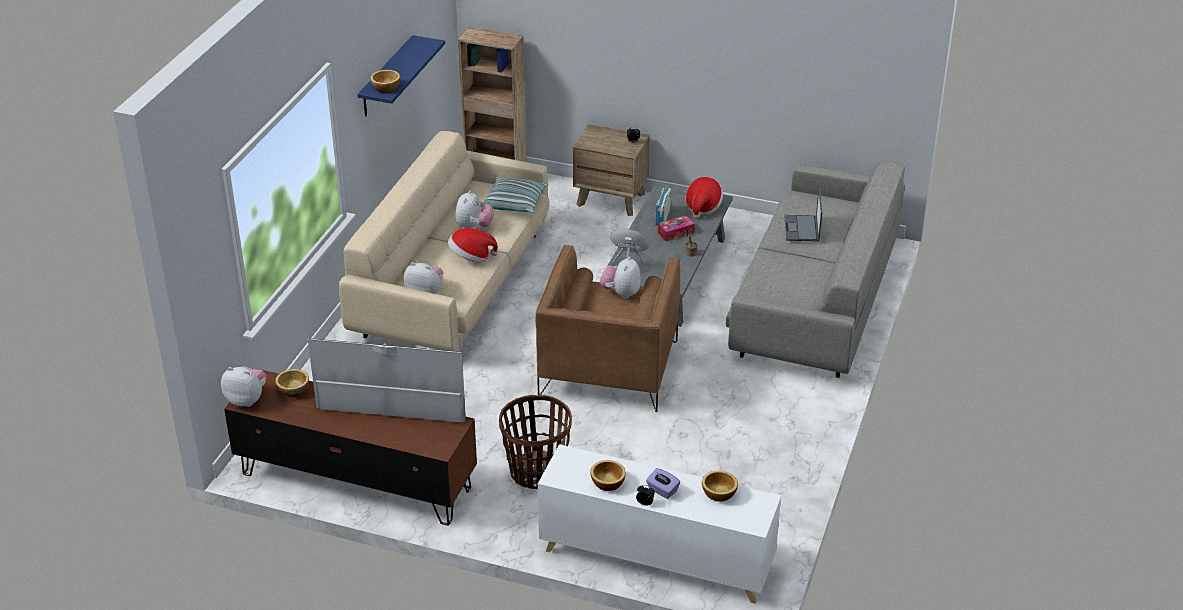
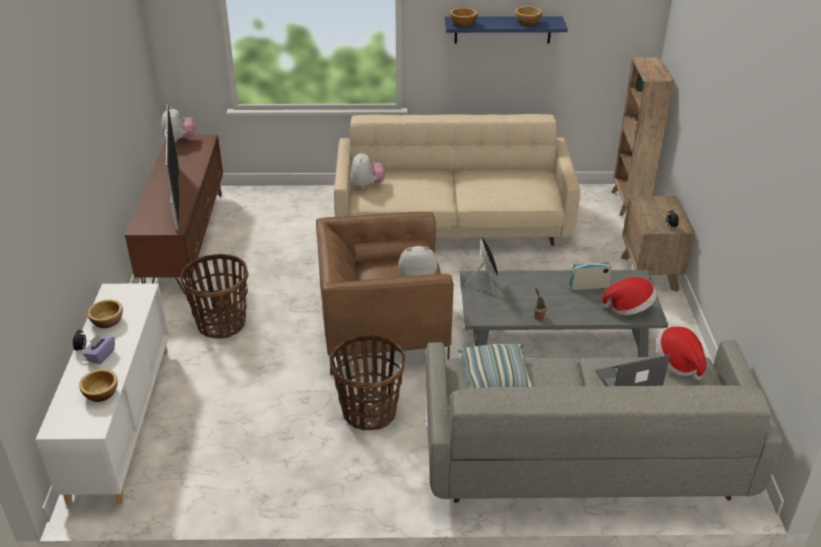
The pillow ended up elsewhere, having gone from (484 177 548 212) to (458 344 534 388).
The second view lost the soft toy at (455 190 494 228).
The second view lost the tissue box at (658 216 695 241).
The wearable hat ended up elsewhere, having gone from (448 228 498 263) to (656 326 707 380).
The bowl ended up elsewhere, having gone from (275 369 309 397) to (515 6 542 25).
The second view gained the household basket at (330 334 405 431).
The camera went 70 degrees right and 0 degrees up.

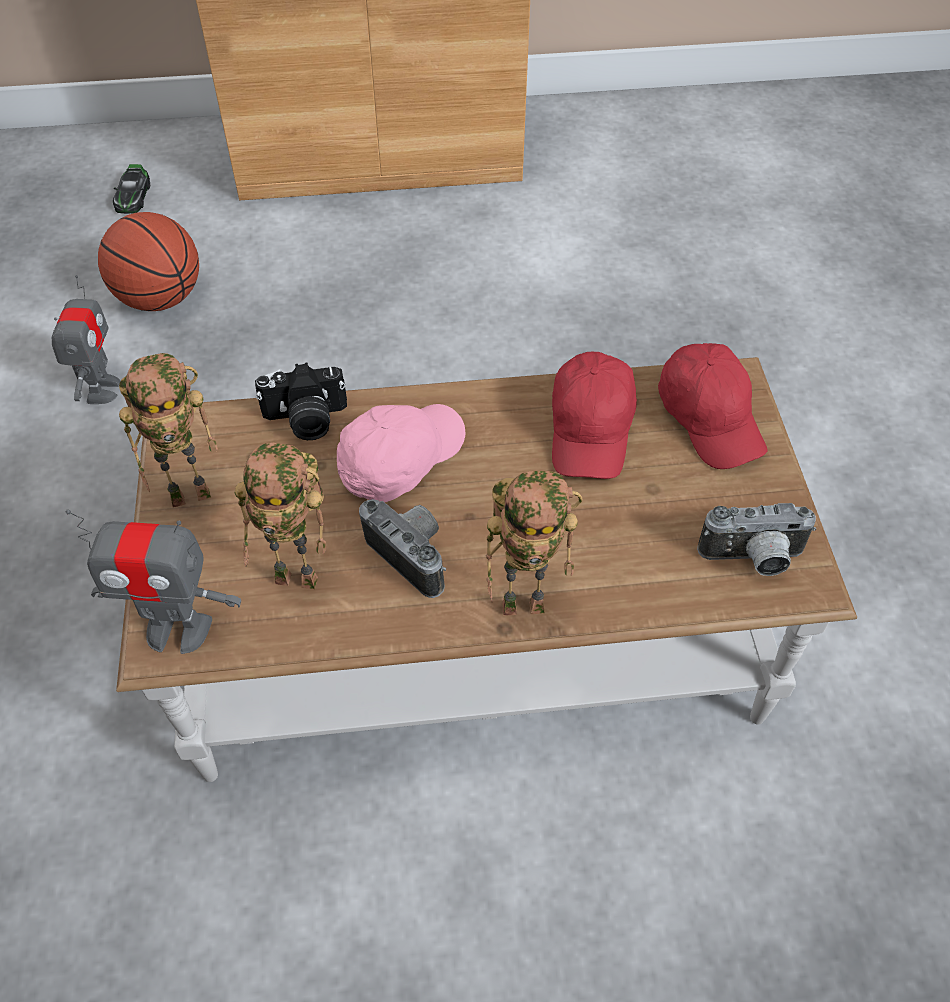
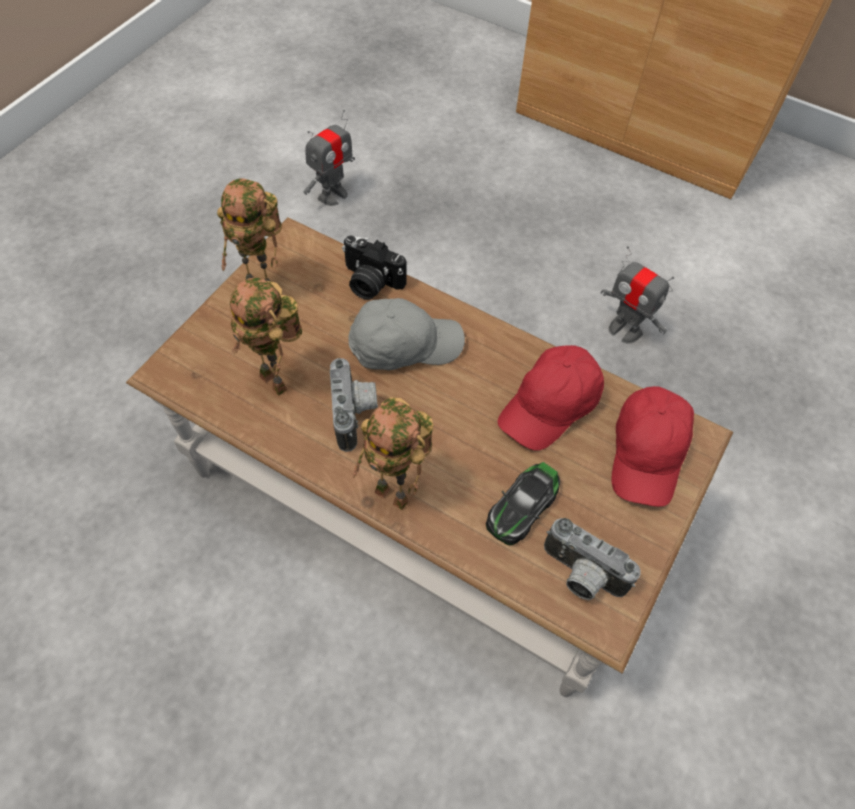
The model car ended up elsewhere, having gone from (113 164 150 214) to (486 462 560 545).
The second view lost the basketball ball at (98 212 199 311).
What was the pink-coloured peaked cap at (337 404 466 502) turned into the gray peaked cap at (348 298 465 370).
The model robot ended up elsewhere, having gone from (65 509 241 654) to (601 246 674 344).
The camera went 35 degrees right and 5 degrees up.

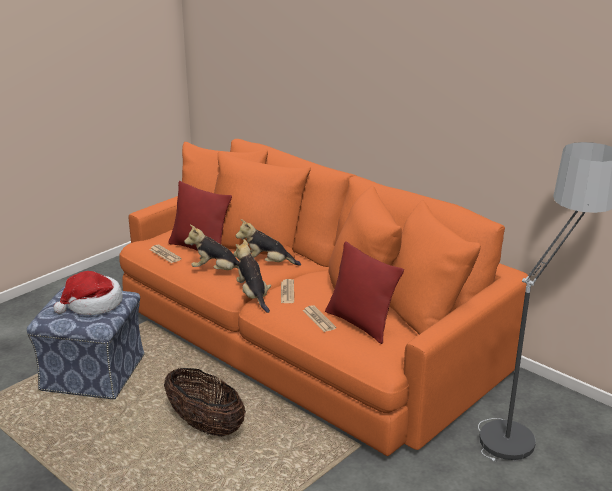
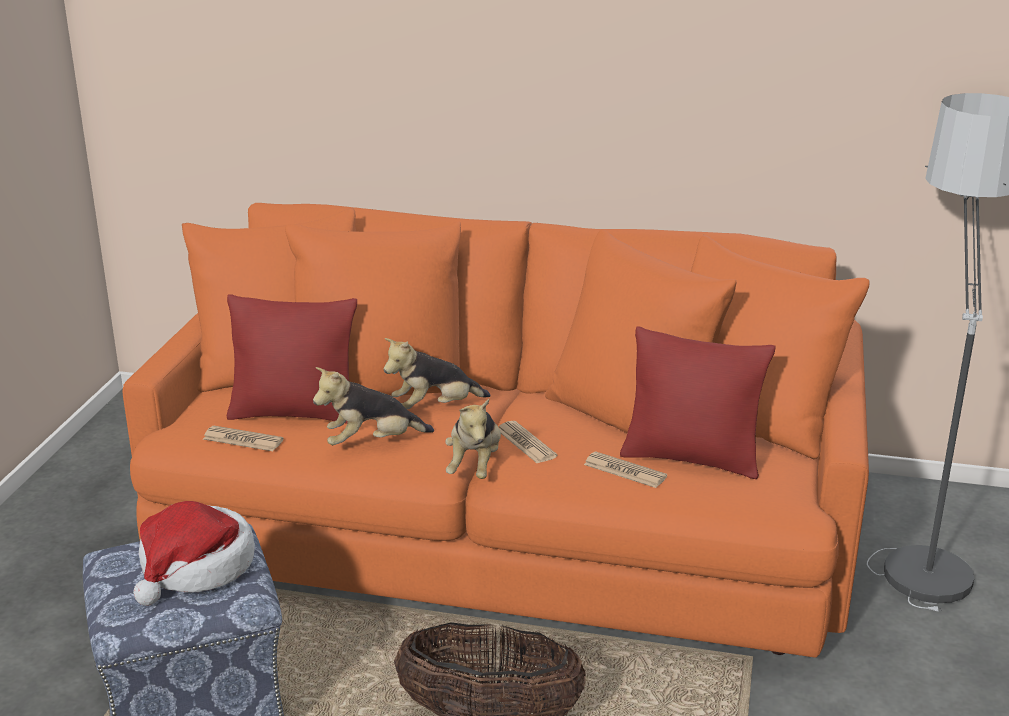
The soft toy at (234 239 271 313) ended up facing another way, 120 degrees counterclockwise from before.
The camera went 30 degrees left and 0 degrees up.

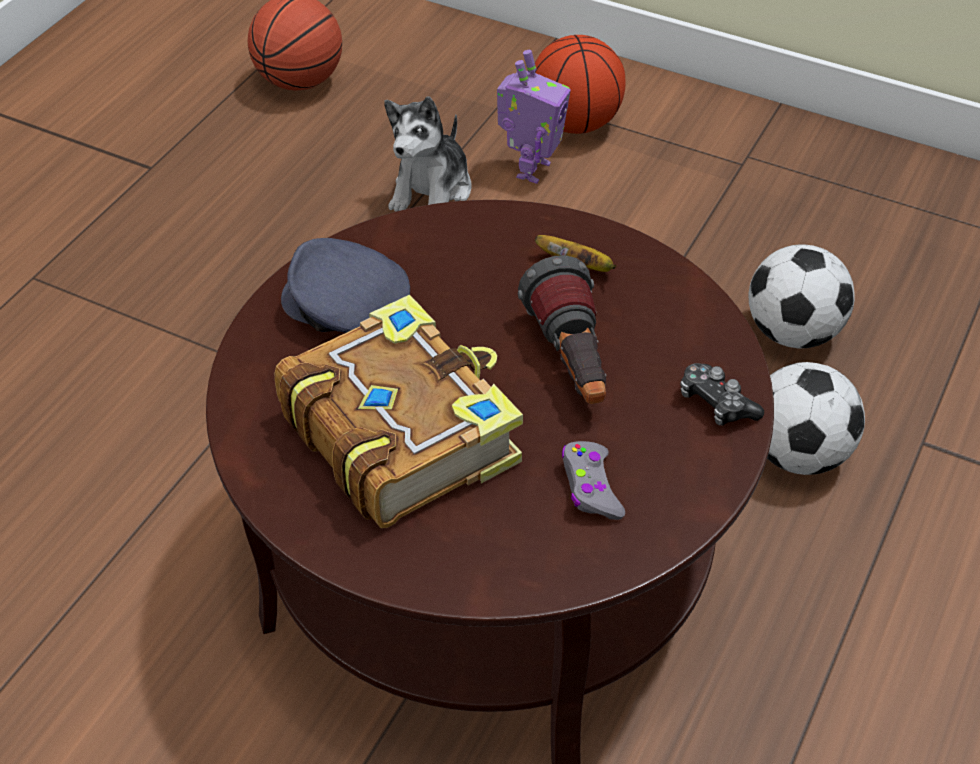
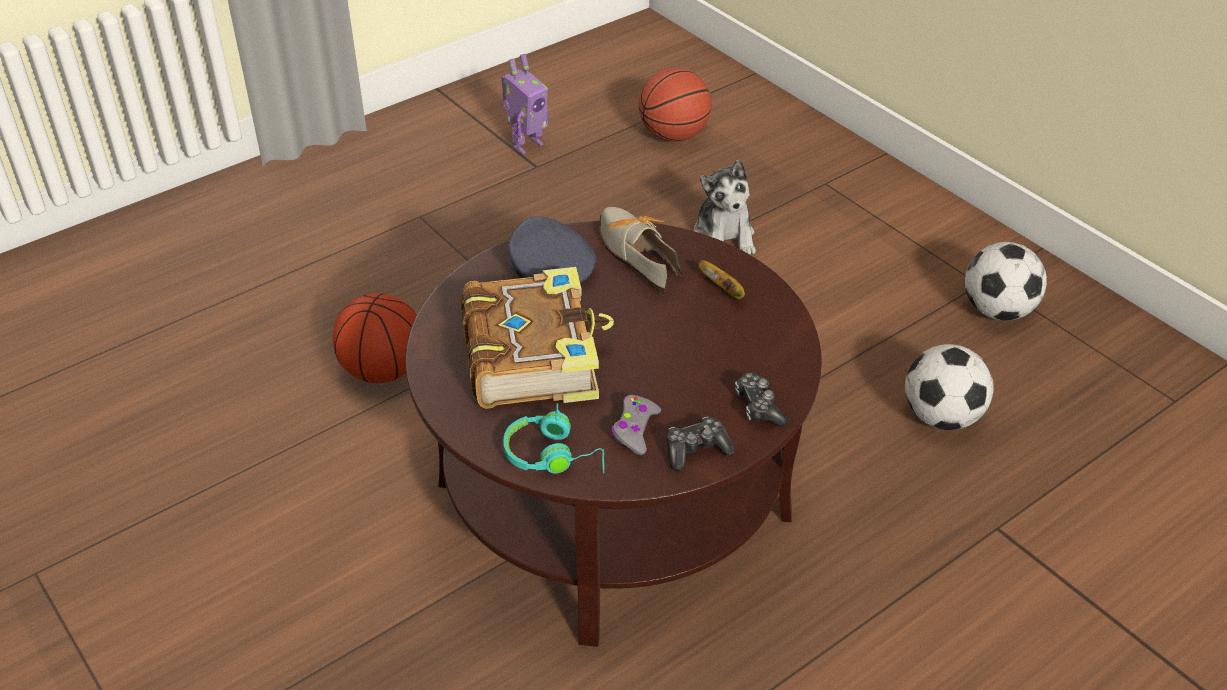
The basketball ball ended up elsewhere, having gone from (535 35 626 134) to (333 293 417 383).
The model robot ended up elsewhere, having gone from (497 50 571 184) to (501 54 548 154).
The soft toy at (384 96 471 212) ended up facing another way, 60 degrees counterclockwise from before.
The second view lost the flashlight at (518 255 606 404).
The football ball ended up elsewhere, having gone from (767 362 865 475) to (965 242 1047 321).
The second view gained the shoe at (599 207 682 295).
The second view gained the turquoise-coloured pair of headphones at (503 403 604 474).
The second view gained the game controller at (667 417 735 471).
The camera went 25 degrees right and 5 degrees down.

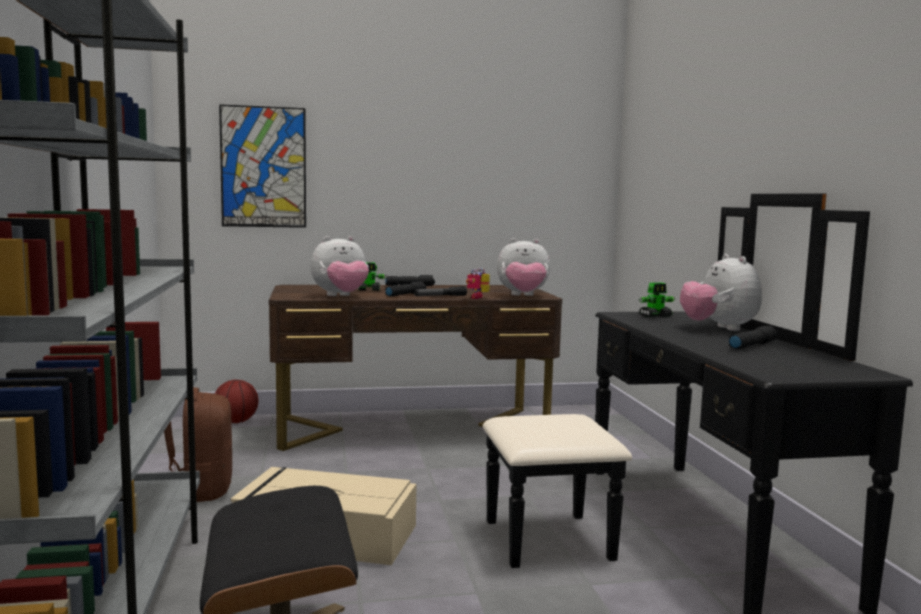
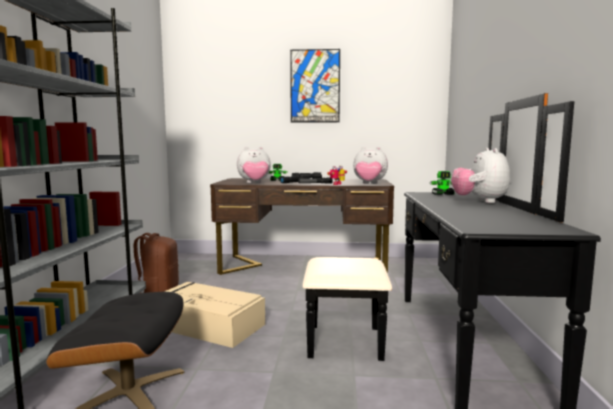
The picture ended up elsewhere, having gone from (219 104 306 228) to (290 49 340 123).
The second view lost the black-coloured flashlight at (729 325 778 349).
The second view lost the basketball ball at (215 380 258 423).
The camera went 15 degrees right and 0 degrees up.

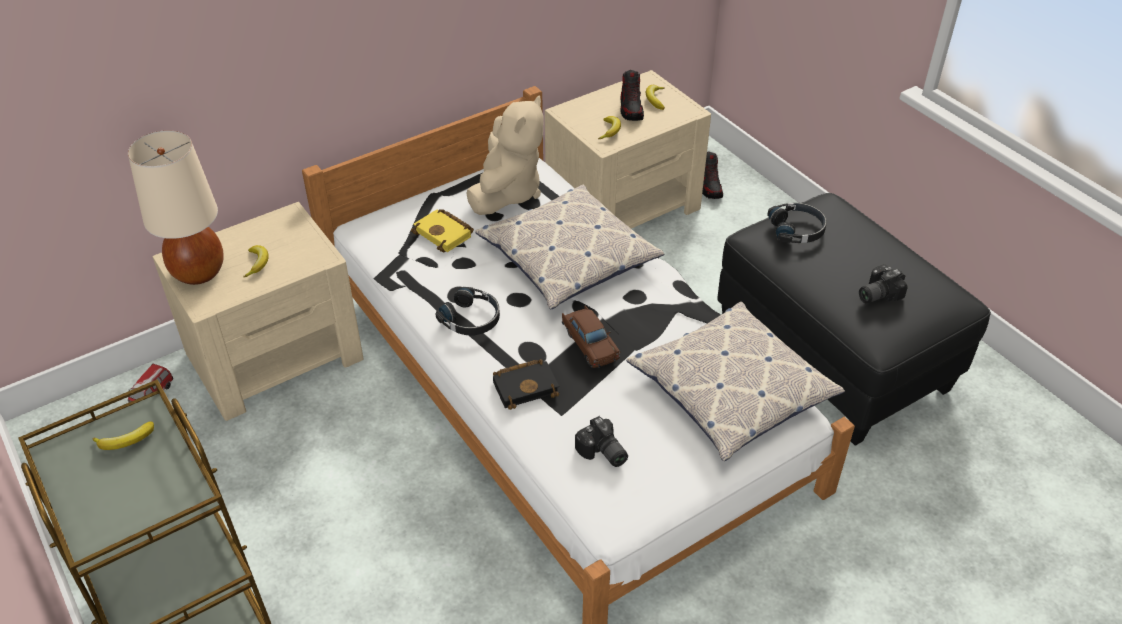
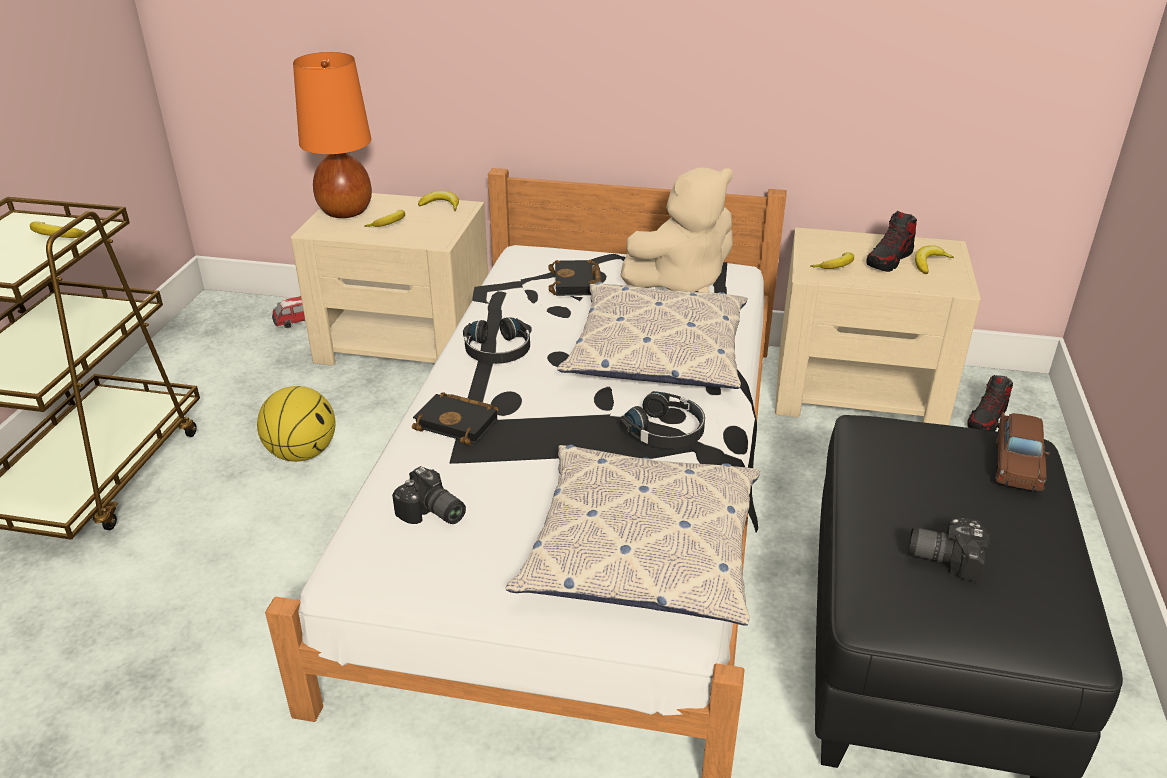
What was the beige-coloured lamp for a table at (128 130 224 285) turned into the orange-coloured lamp for a table at (293 52 372 218).
The black-coloured pair of headphones ended up elsewhere, having gone from (767 203 827 243) to (620 391 705 448).
What was the yellow-coloured book at (411 209 474 252) turned into the black-coloured book at (548 260 601 296).
The brownish model car ended up elsewhere, having gone from (562 306 621 368) to (995 412 1050 491).
The still camera at (575 416 628 467) ended up facing another way, 60 degrees counterclockwise from before.
The second view gained the banana at (418 191 459 211).
The second view gained the basketball ball at (257 386 336 462).
The camera went 45 degrees right and 10 degrees down.

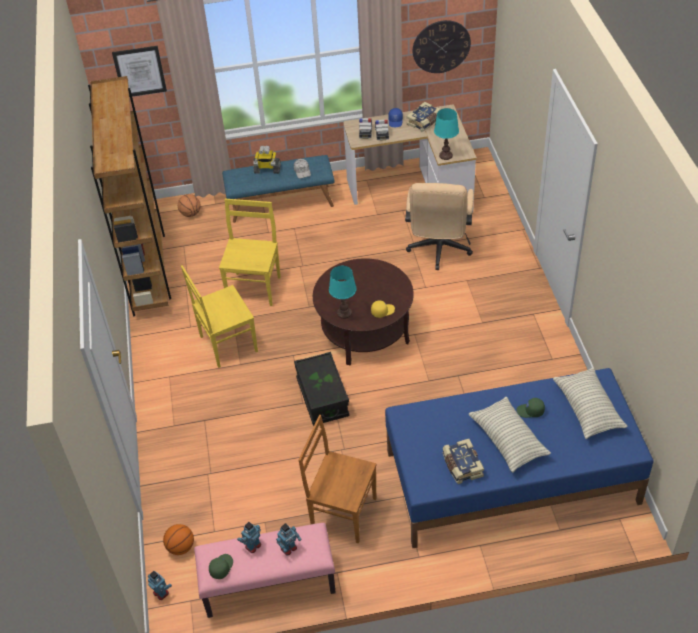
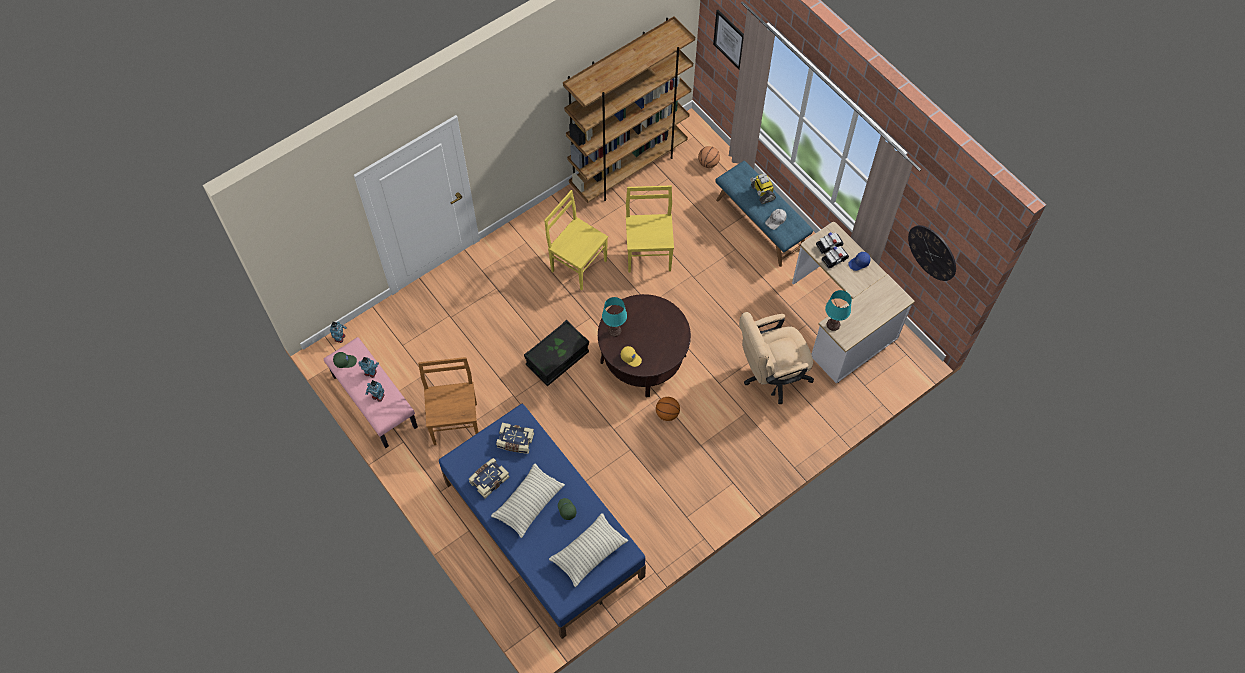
The book ended up elsewhere, having gone from (407 102 441 132) to (496 423 534 454).
The yellow-coloured chair at (219 199 281 306) ended up facing another way, 75 degrees counterclockwise from before.
The basketball ball ended up elsewhere, having gone from (163 524 194 555) to (656 397 680 421).
The camera went 60 degrees right and 15 degrees up.

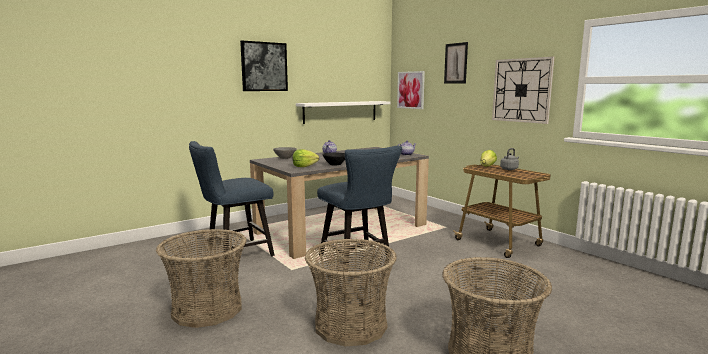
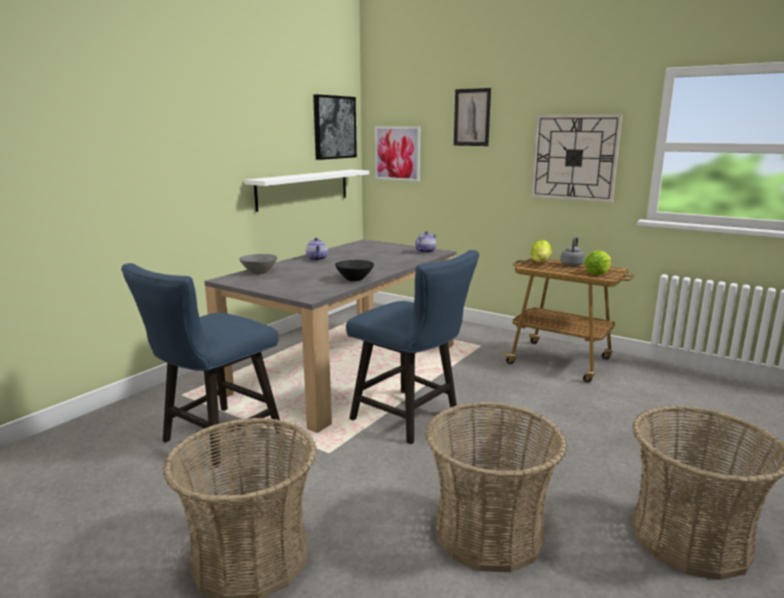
The picture ended up elsewhere, having gone from (240 41 288 91) to (313 94 357 160).
The head of lettuce ended up elsewhere, having gone from (292 149 319 167) to (585 251 611 275).
The camera went 20 degrees left and 5 degrees up.

